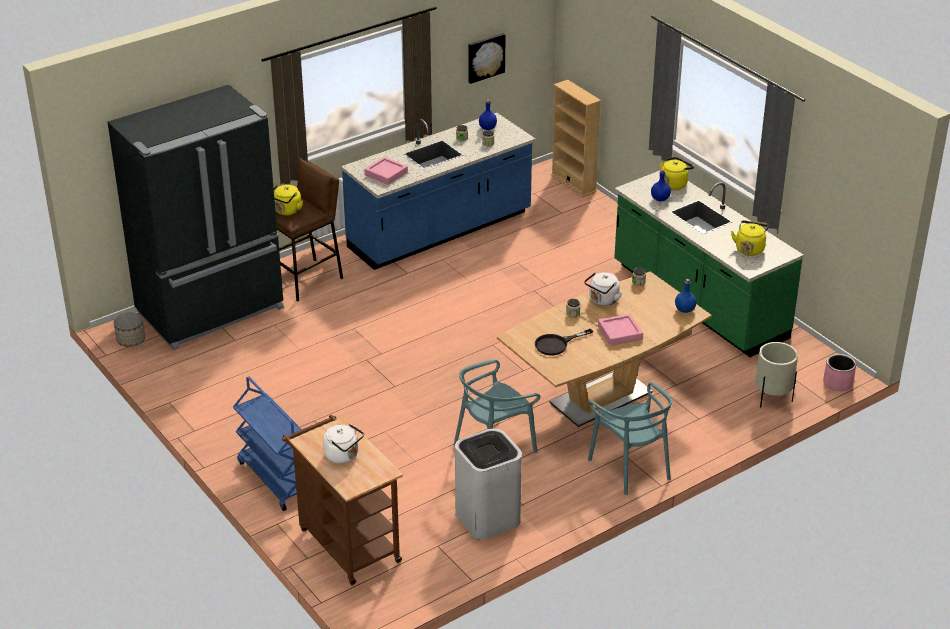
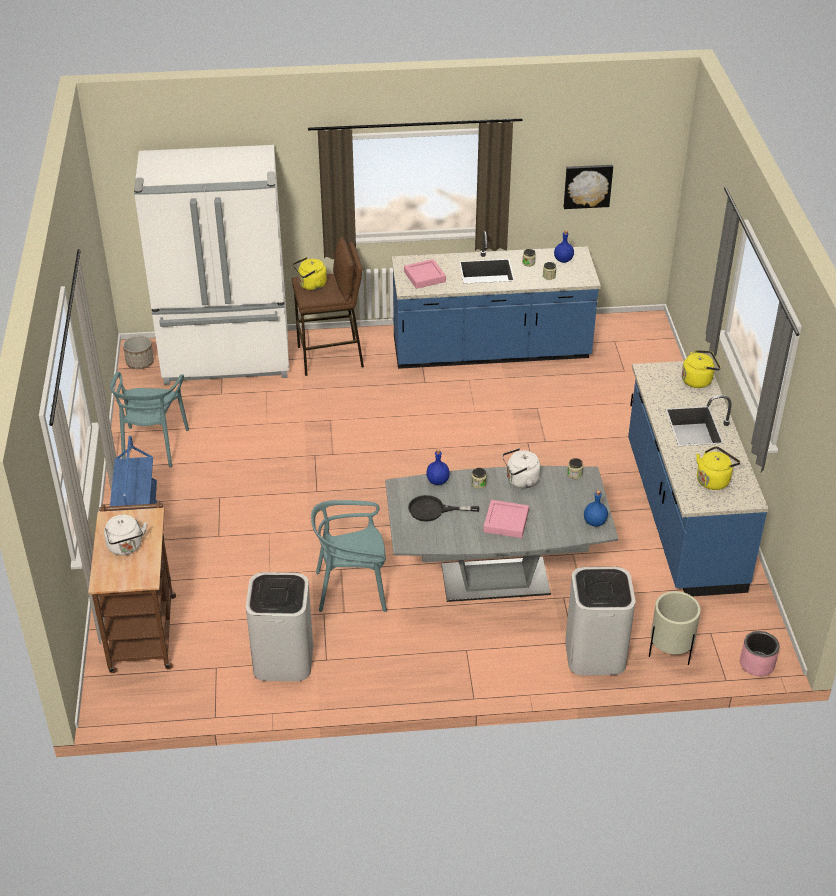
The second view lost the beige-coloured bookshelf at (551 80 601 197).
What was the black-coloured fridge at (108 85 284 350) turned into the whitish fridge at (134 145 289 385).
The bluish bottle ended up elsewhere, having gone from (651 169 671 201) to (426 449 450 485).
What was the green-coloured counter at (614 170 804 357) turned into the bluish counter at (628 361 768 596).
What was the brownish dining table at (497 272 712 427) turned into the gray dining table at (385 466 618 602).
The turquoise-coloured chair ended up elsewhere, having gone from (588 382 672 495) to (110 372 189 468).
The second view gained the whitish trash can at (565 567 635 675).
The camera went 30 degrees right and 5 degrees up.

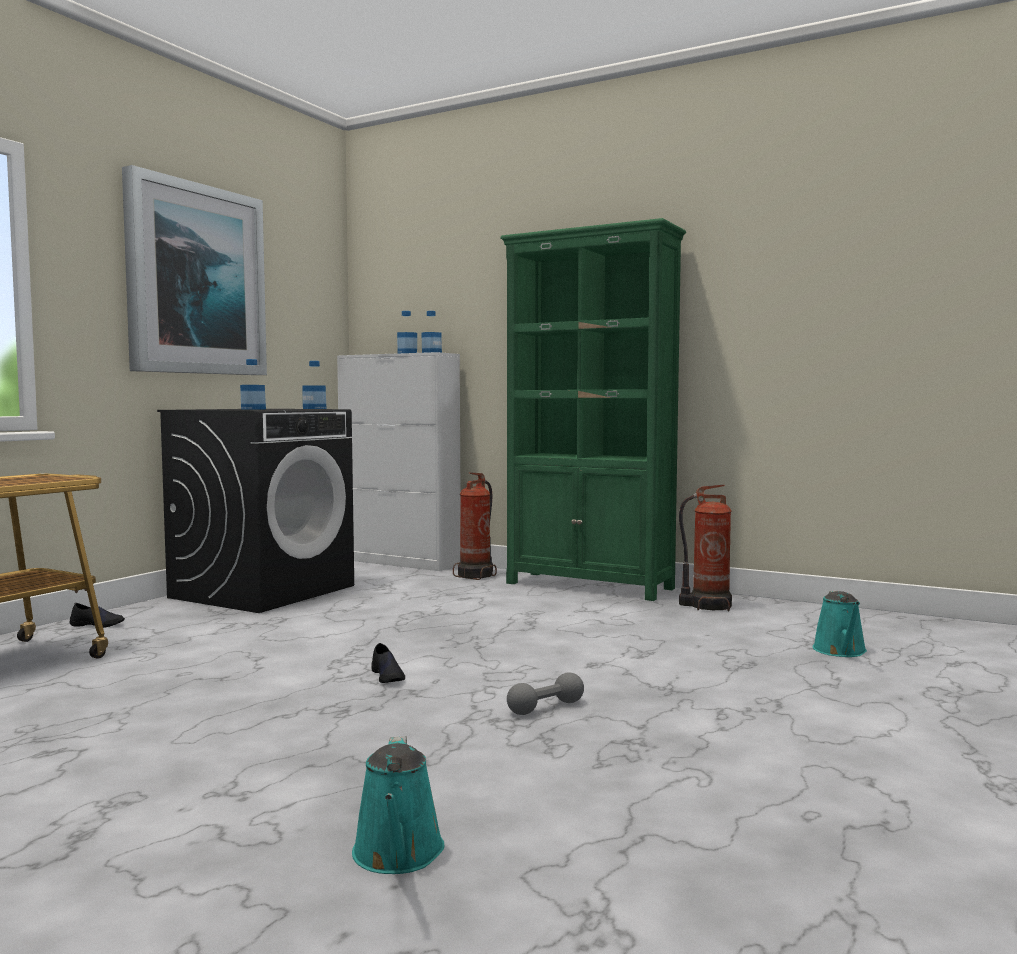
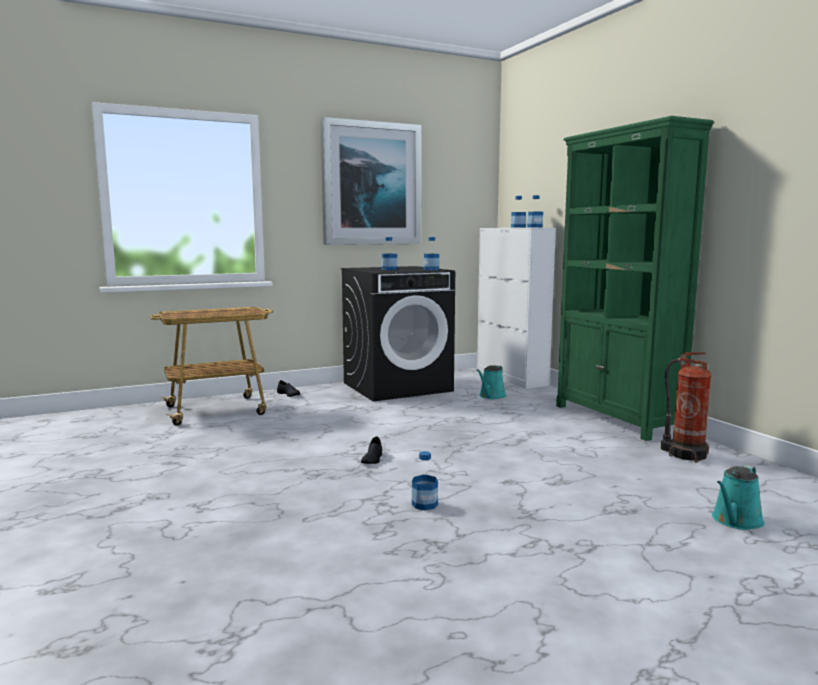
The second view lost the fire-fighting cylinder at (453 472 497 580).
Where the gray free weight stood at (507 672 584 715), the bottle came to stand at (412 451 438 510).
The turquoise-coloured watering can ended up elsewhere, having gone from (352 736 444 874) to (477 365 506 399).
The camera went 35 degrees right and 5 degrees up.

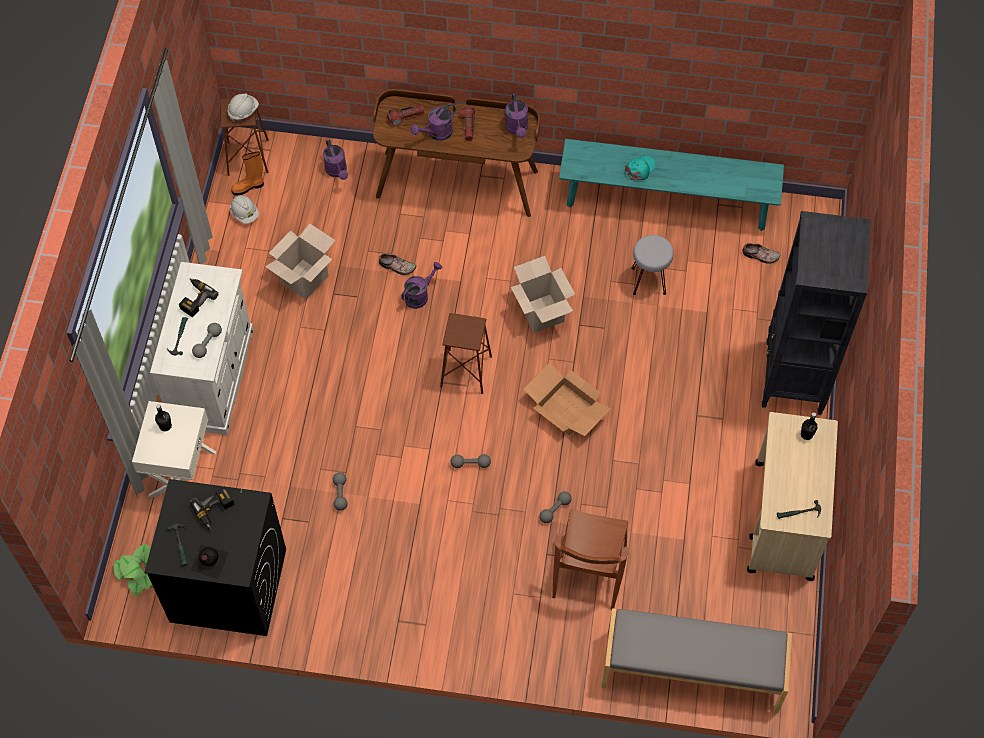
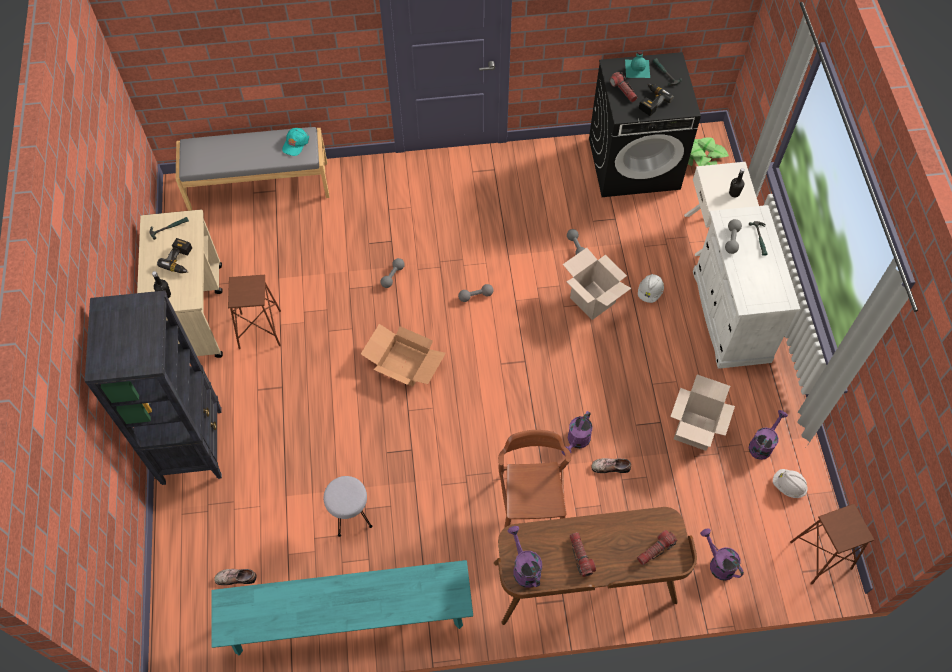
The whitish work helmet ended up elsewhere, having gone from (228 94 259 122) to (638 274 664 303).
The purple-coloured watering can ended up elsewhere, having gone from (411 103 456 141) to (749 410 788 460).
The second view lost the orange-coloured tall boot at (231 151 264 195).
The turquoise-coloured peaked cap ended up elsewhere, having gone from (625 156 656 180) to (282 128 309 156).
The cardboard box ended up elsewhere, having gone from (511 256 575 333) to (563 248 631 320).
The power drill ended up elsewhere, having gone from (179 278 218 317) to (157 238 192 273).
The brownish stool seat ended up elsewhere, having gone from (440 313 492 394) to (228 275 281 349).
The brownish chair ended up elsewhere, having gone from (552 509 629 610) to (498 430 571 528).
What was the black-coloured bottle at (190 545 229 579) turned into the turquoise-coloured bottle at (625 52 650 78).
The second view gained the flashlight at (610 72 637 102).
The camera went 165 degrees right and 0 degrees up.

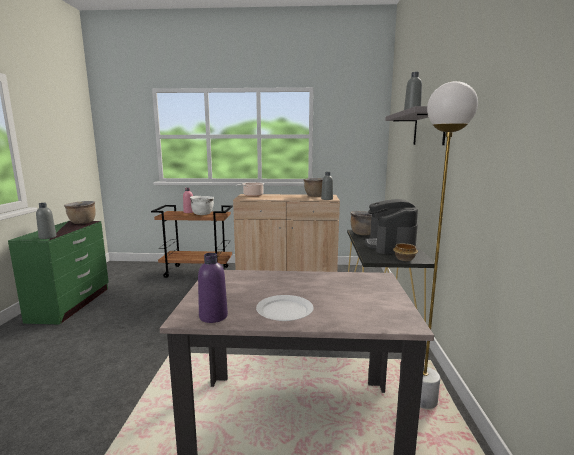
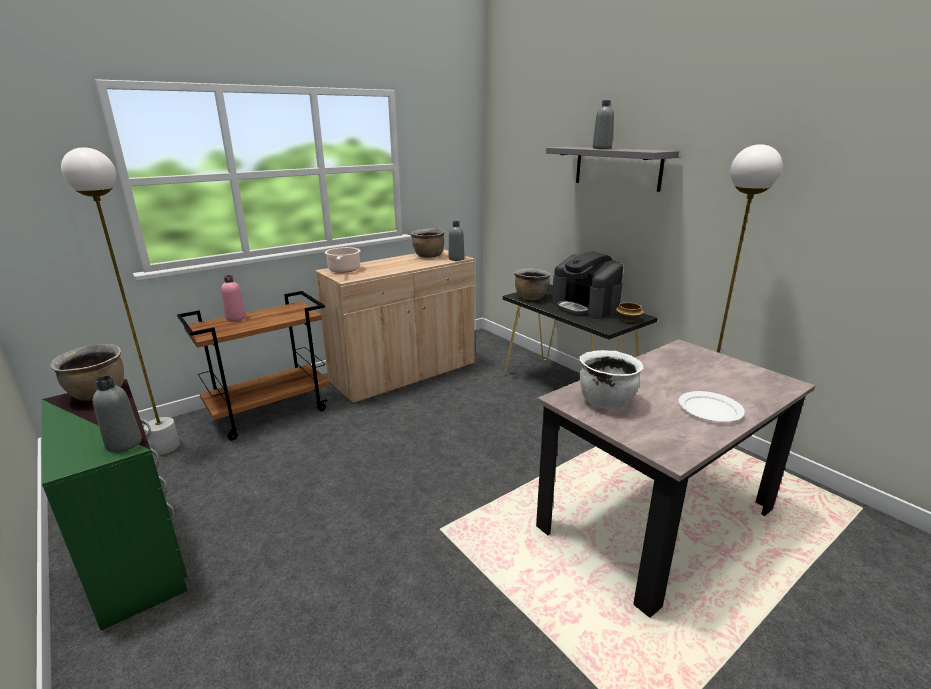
The whitish cooking pot ended up elsewhere, having gone from (190 196 214 215) to (579 350 643 409).
The second view lost the purple-coloured bottle at (198 253 228 323).
The second view gained the whitish floor lamp at (61 147 180 455).
The camera went 40 degrees left and 10 degrees up.

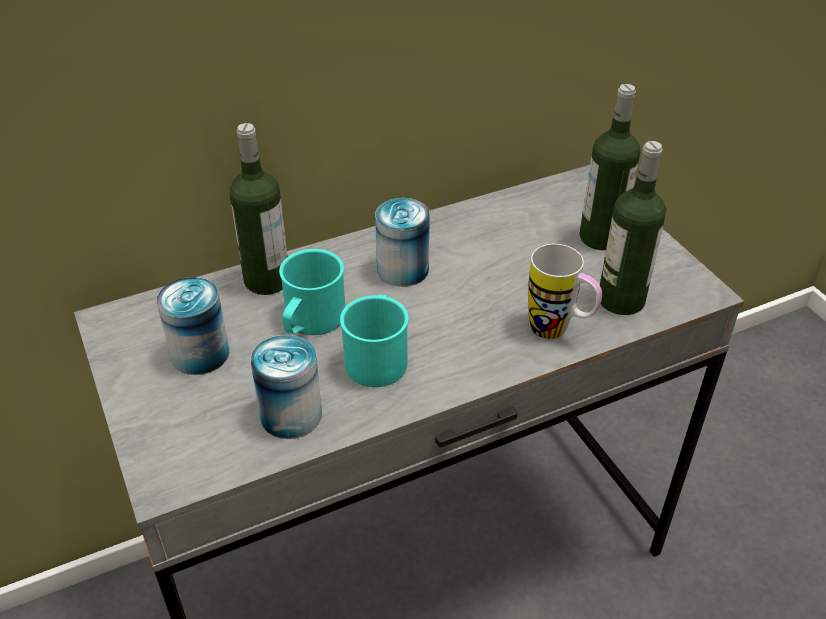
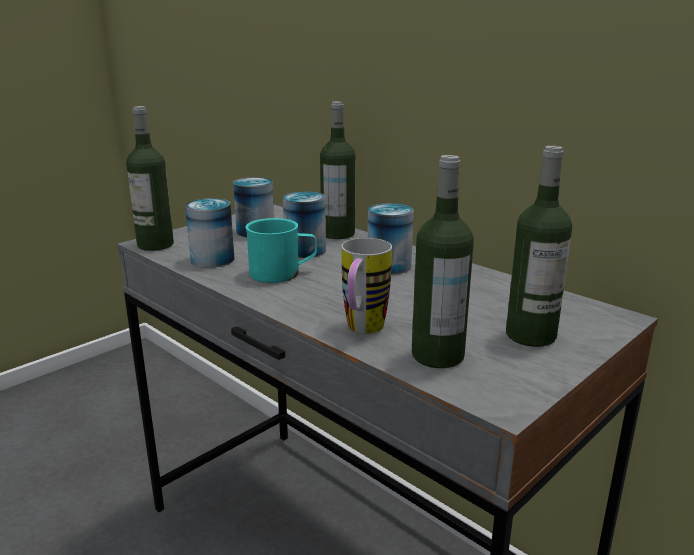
Where the turquoise-coloured coffee mug stood at (279 249 345 335), the sealed can came to stand at (283 192 326 258).
The second view gained the bottle at (126 106 174 251).
The camera went 70 degrees right and 20 degrees down.

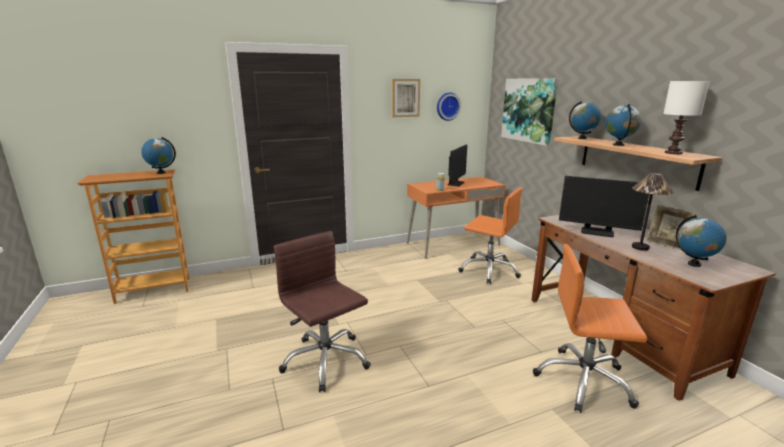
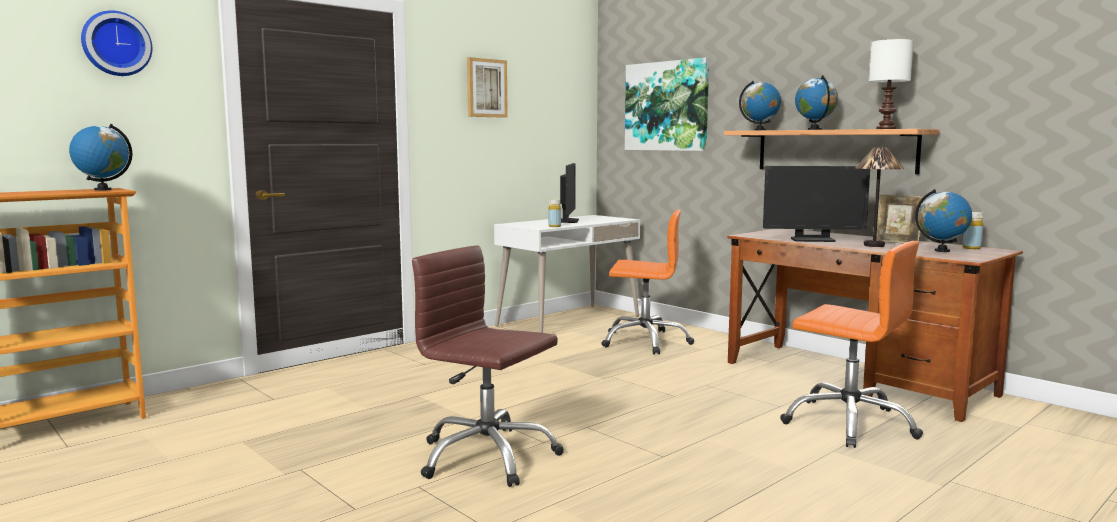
The hanging clock ended up elsewhere, having gone from (437 92 461 121) to (81 10 152 76).
What was the orange-coloured desk at (407 177 506 259) turned into the whitish desk at (494 215 640 333).
The orange-coloured computer chair at (533 244 647 413) ended up facing another way, 135 degrees counterclockwise from before.
The second view gained the yellow-coloured bottle at (963 212 983 249).
The camera went 20 degrees left and 10 degrees down.

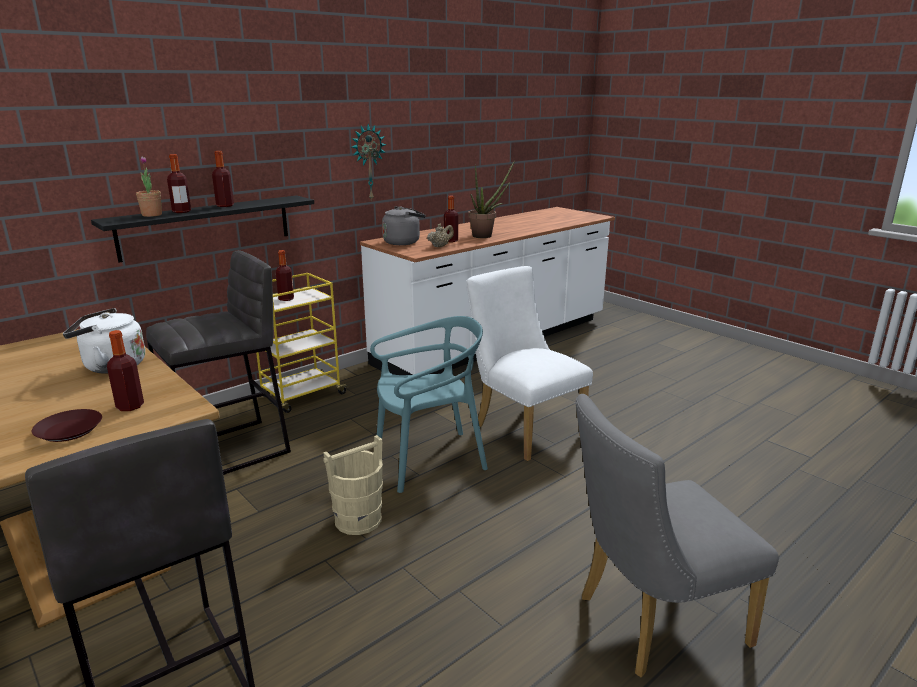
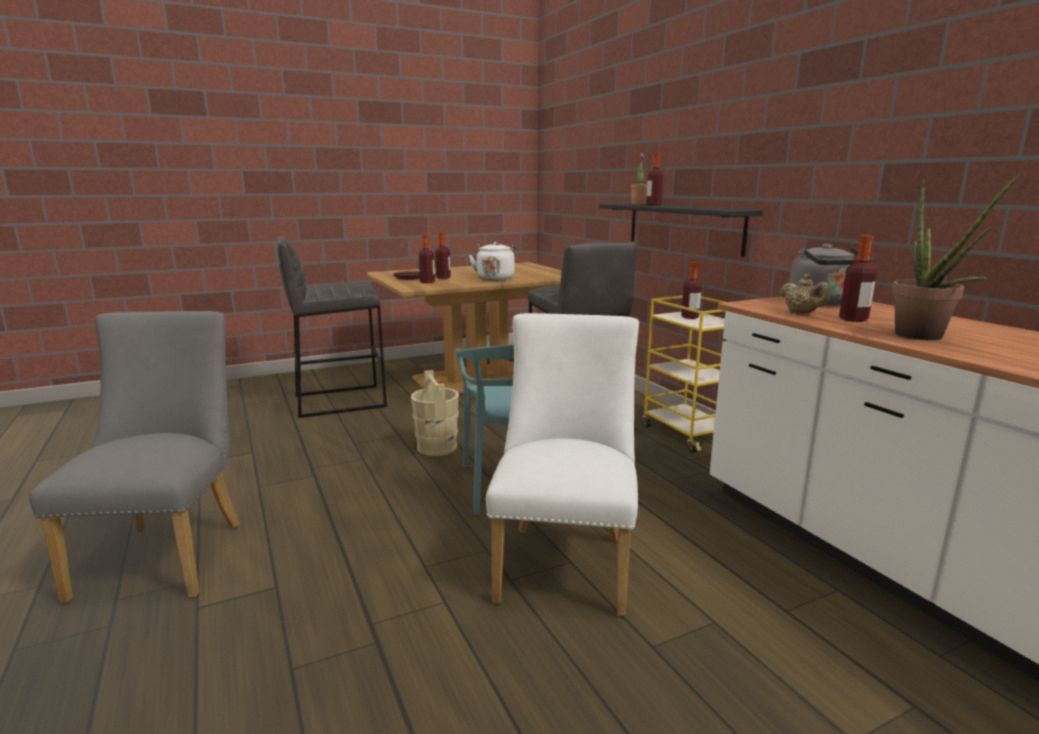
The second view lost the hanging clock at (352 124 386 201).
The bottle ended up elsewhere, having gone from (212 151 234 207) to (435 232 451 279).
The whitish chair at (466 266 593 461) ended up facing another way, 60 degrees counterclockwise from before.
The camera went 105 degrees right and 5 degrees down.

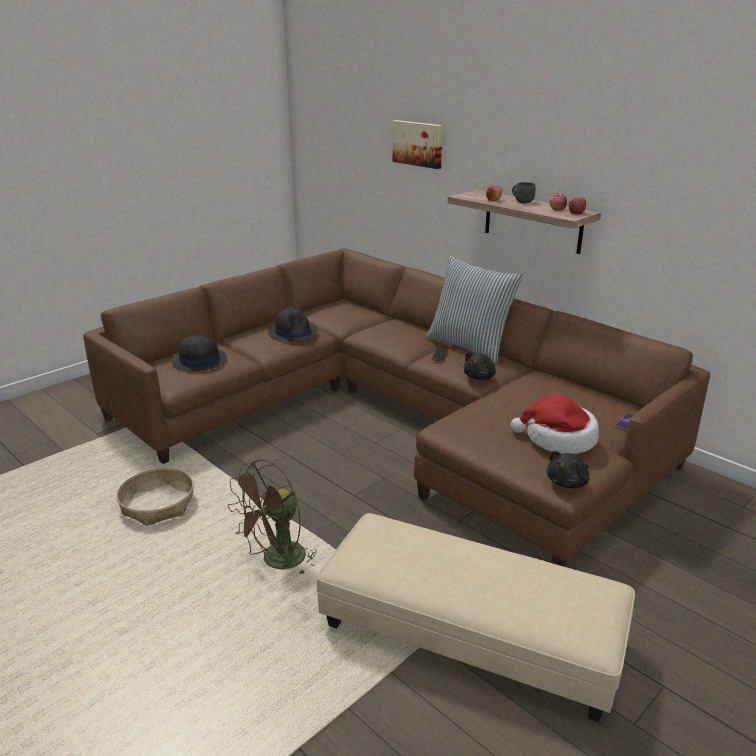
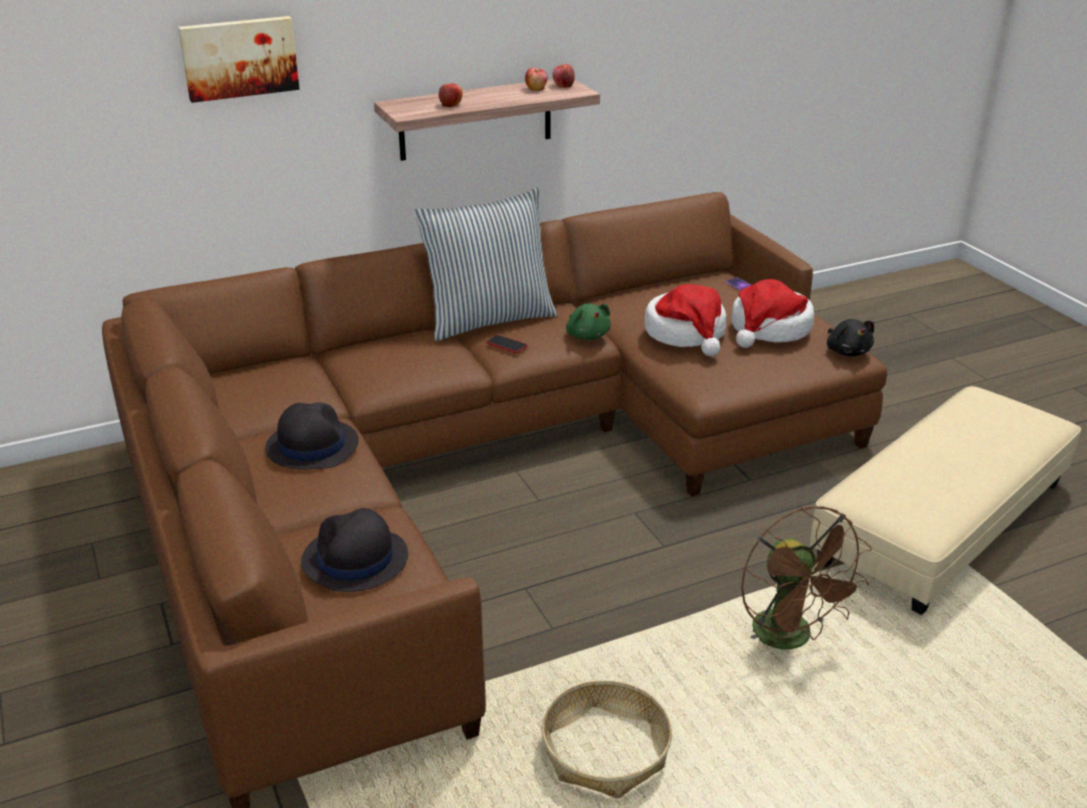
The second view lost the gray coffee mug at (512 182 535 203).
What was the black-coloured soft toy at (463 352 496 380) turned into the green-coloured soft toy at (566 303 611 340).
The second view gained the wearable hat at (645 284 727 356).
The camera went 70 degrees left and 5 degrees up.

